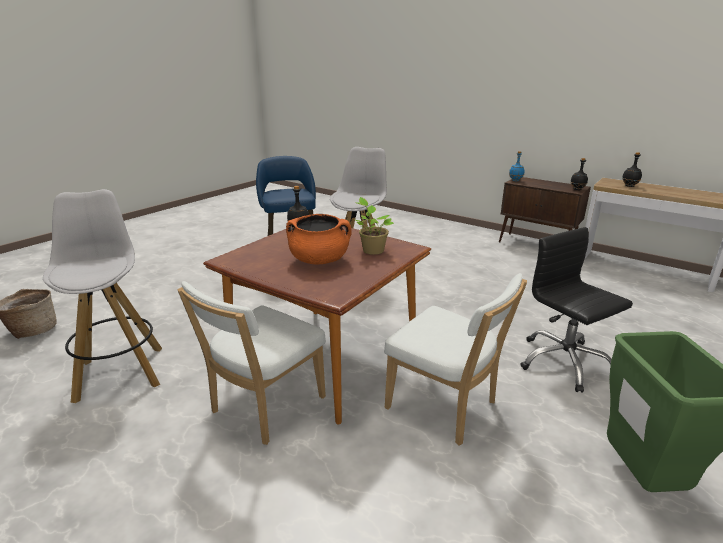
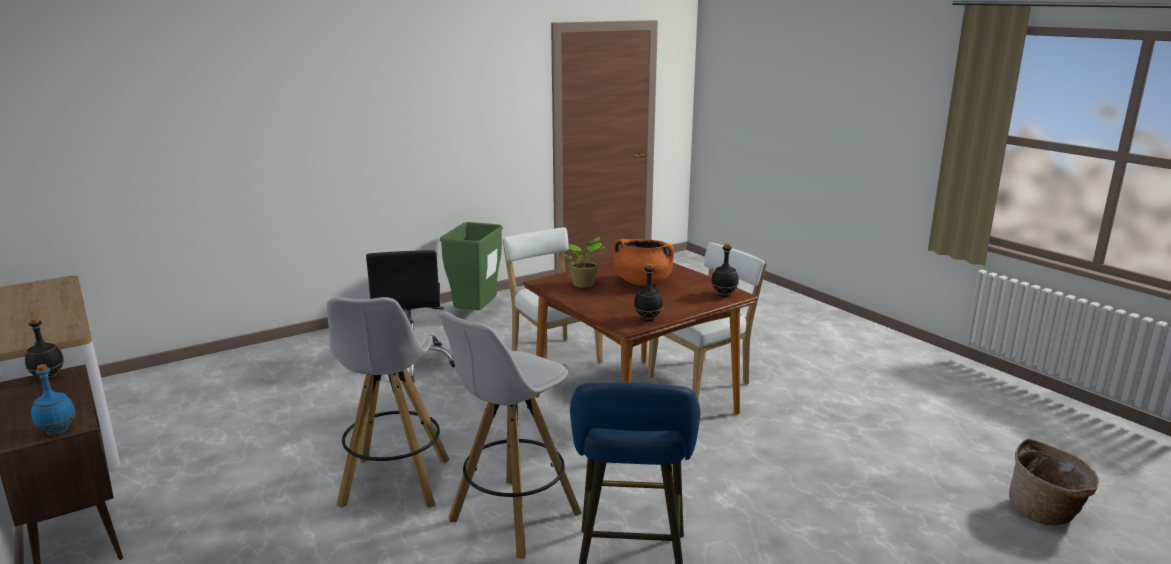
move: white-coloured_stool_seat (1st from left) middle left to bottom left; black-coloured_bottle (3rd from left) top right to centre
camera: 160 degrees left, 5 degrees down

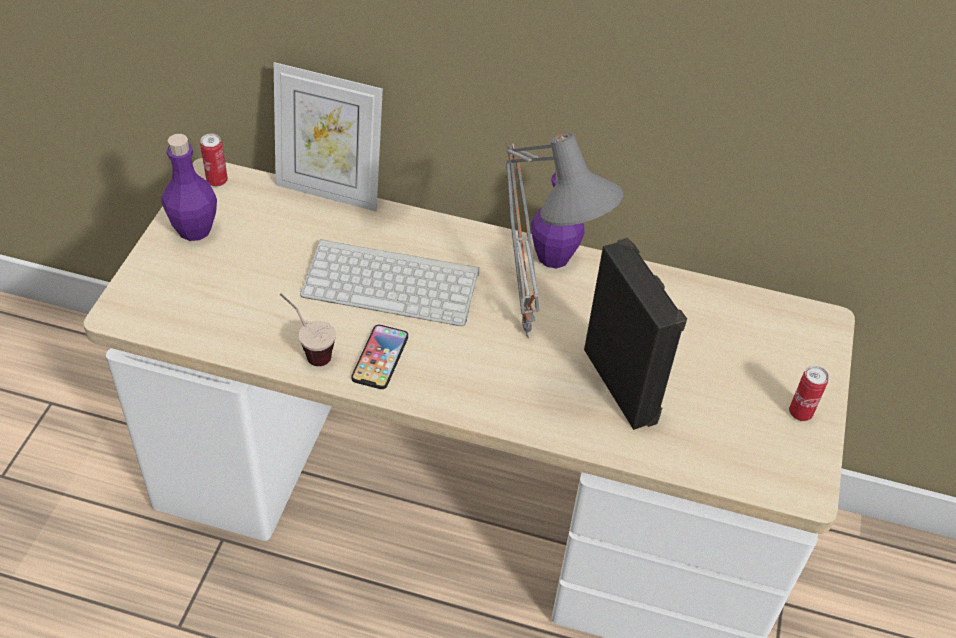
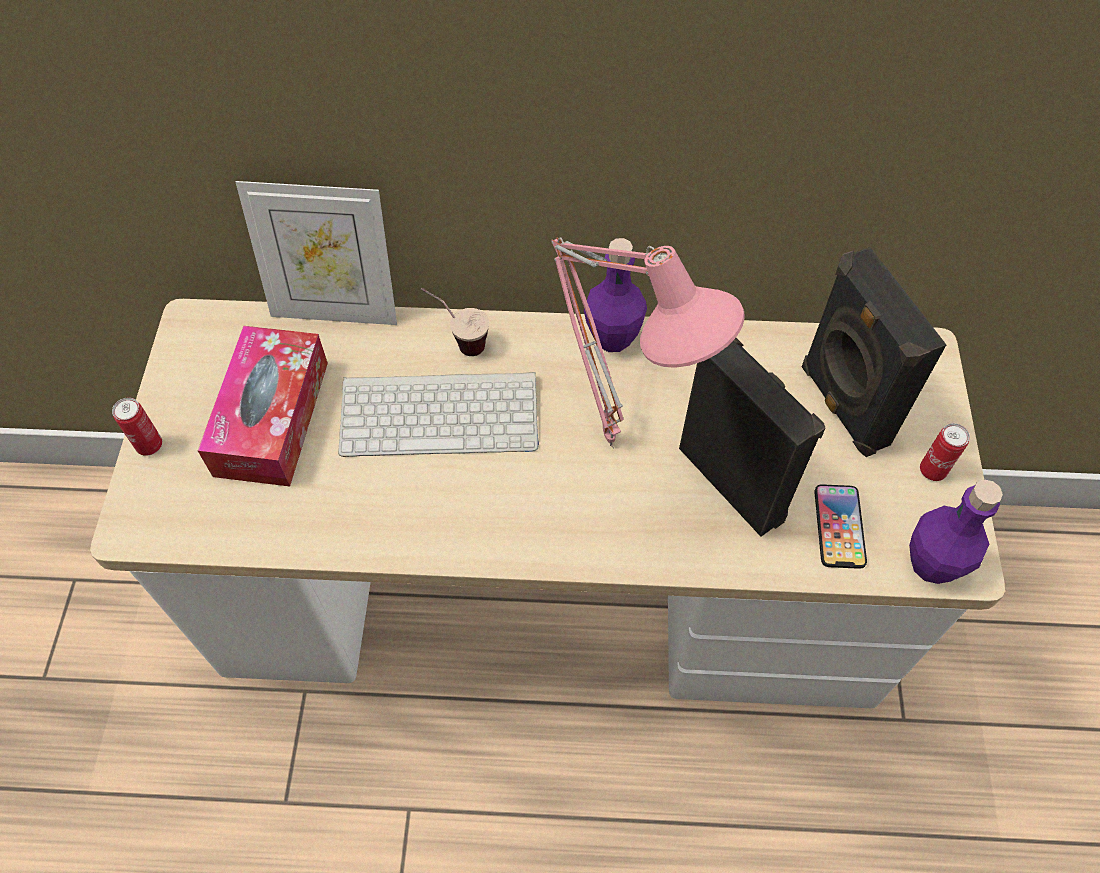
insert: tissue_box middle left; black-coloured_speaker (2nd from left) middle right
move: can (1st from left) top left to middle left; drinking_cup middle left to centre; phone centre to middle right; purple-coloured_bottle (1st from left in the first image) top left to purple-coloured_bottle (2nd from left) middle right
recolor: grey_table_lamp centre to pink_table_lamp centre
camera: 10 degrees left, 10 degrees up

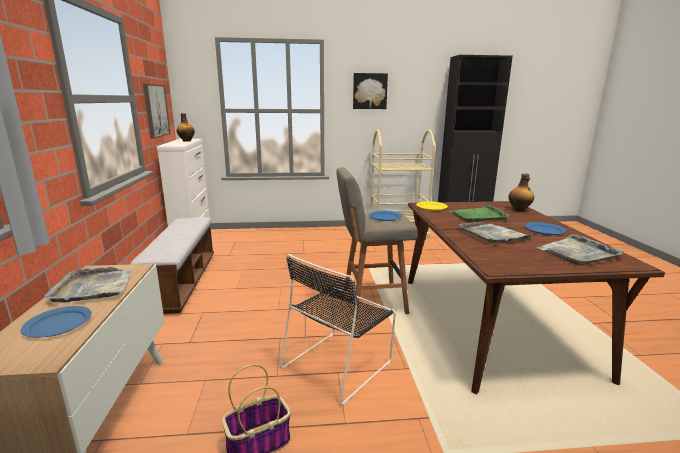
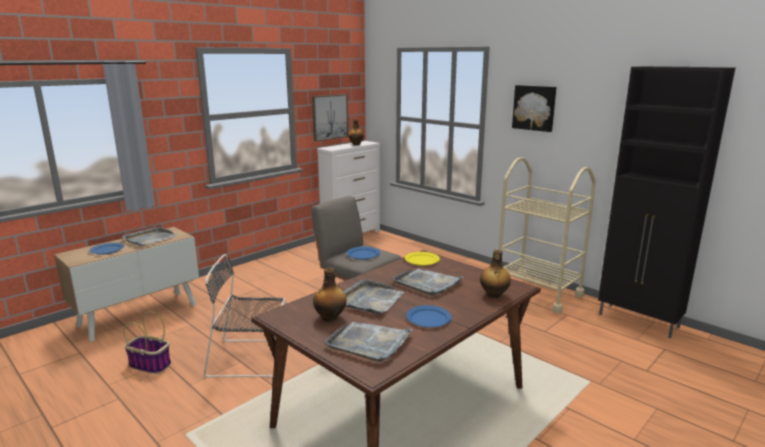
delete: long_seat middle left
insert: bottle (1st from left) centre
recolor: greenish_carrying_tray middle right to grey_carrying_tray (4th from left) centre
camera: 50 degrees right, 0 degrees up

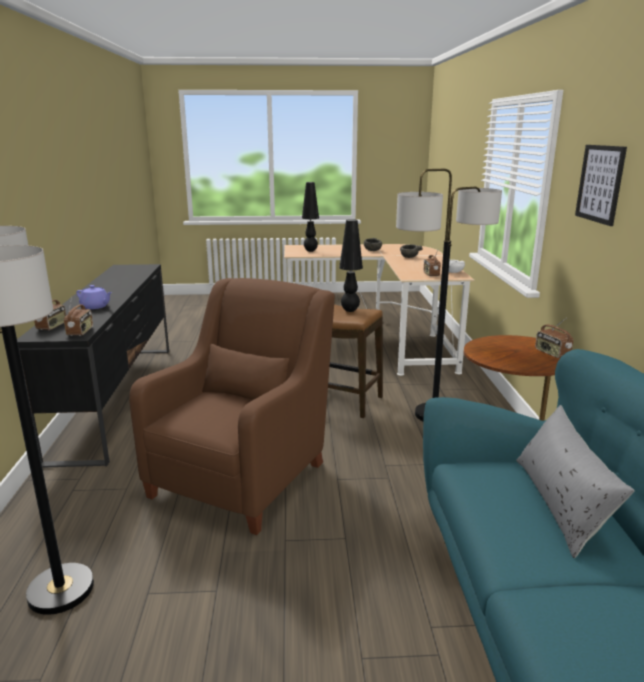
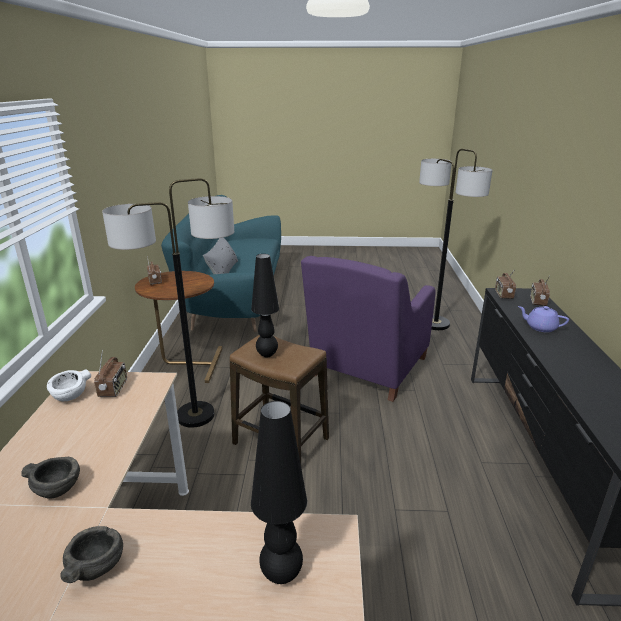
delete: wall_picture top right
recolor: brown-coloured_armchair centre to purple-coloured_armchair centre
camera: 175 degrees left, 5 degrees up

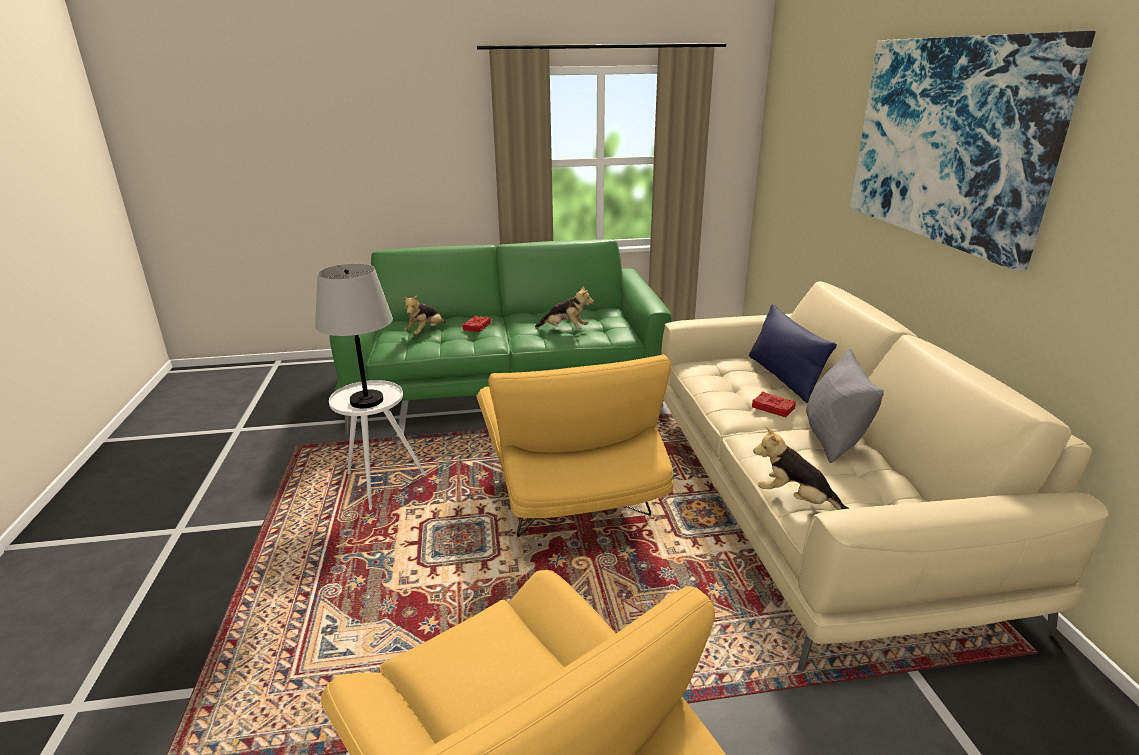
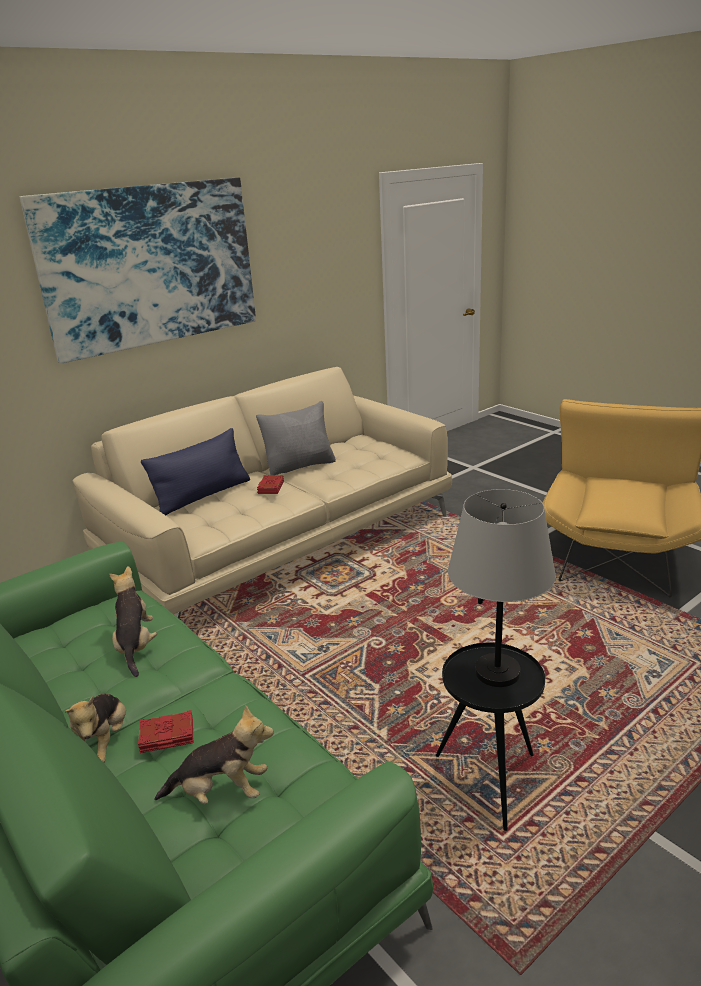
delete: yellow_armchair (2nd from left) centre
move: plush_toy (3rd from left in the first image) middle right to plush_toy (1st from left) bottom left
recolor: white-coloured_end_table middle left to black-coloured_end_table bottom right
camera: 120 degrees left, 0 degrees up

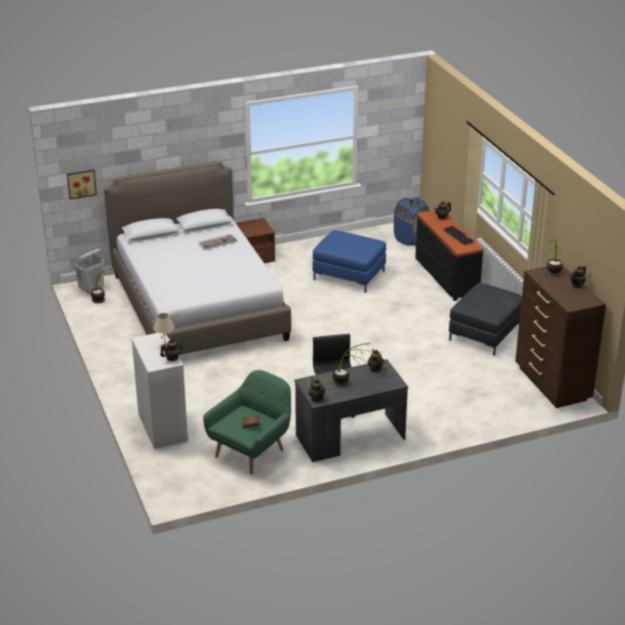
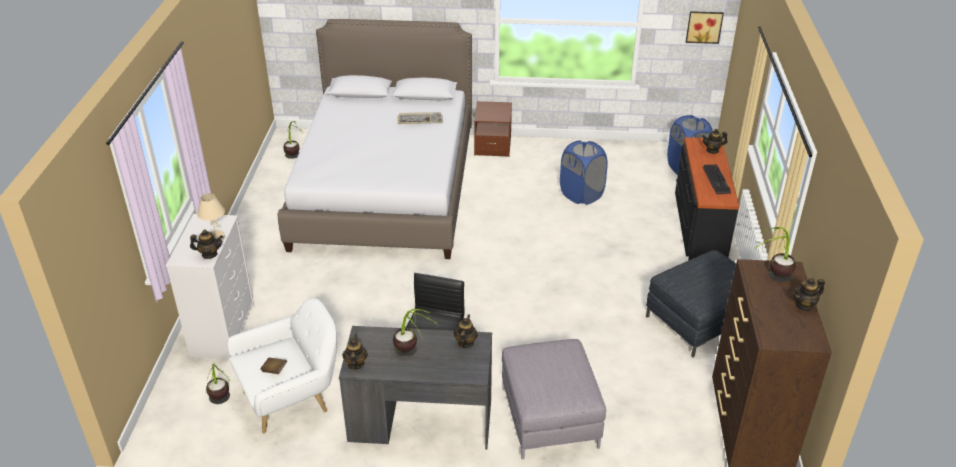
delete: white-coloured_hamper middle left
insert: potted_plant (1st from left) bottom left; grey_ottoman (1st from left) bottom centre
move: wall_picture top left to top right
replace: blue-coloured_ottoman centre to blue-coloured_hamper (1st from left) centre
recolor: greenish_armchair bottom centre to white-coloured_armchair bottom left
camera: 25 degrees right, 5 degrees up

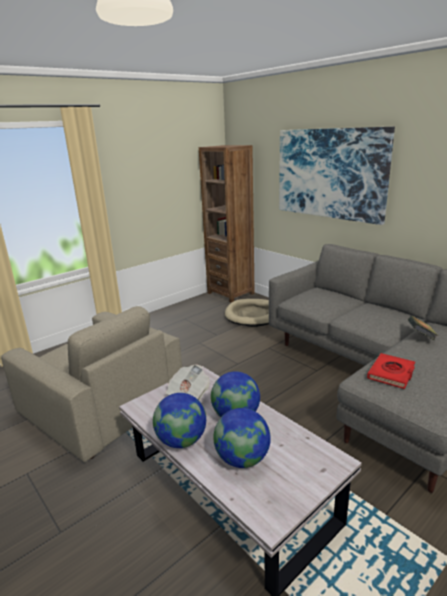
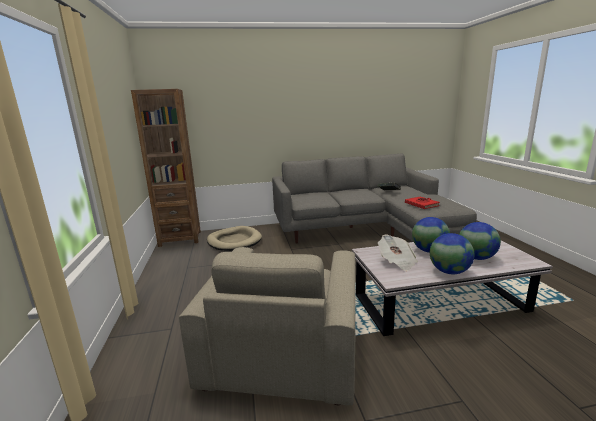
delete: wall_picture top right
rotate: beige_armchair middle left = bottom centre 120 degrees clockwise
camera: 60 degrees left, 5 degrees down

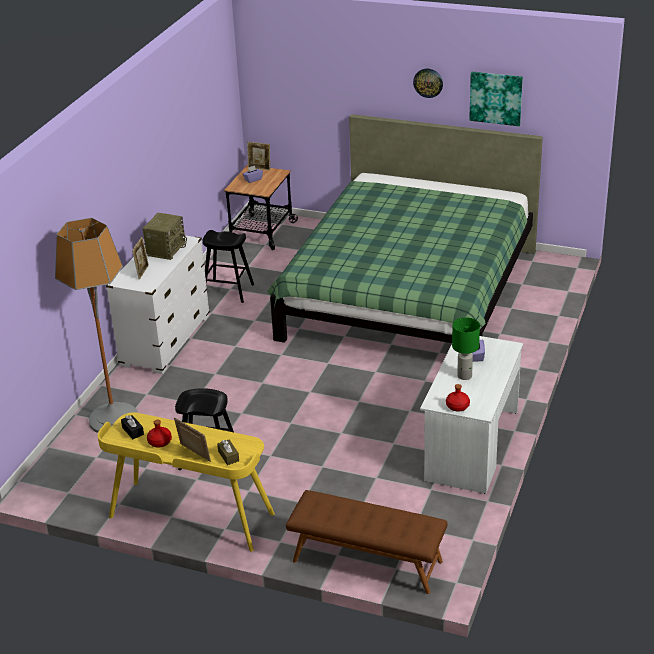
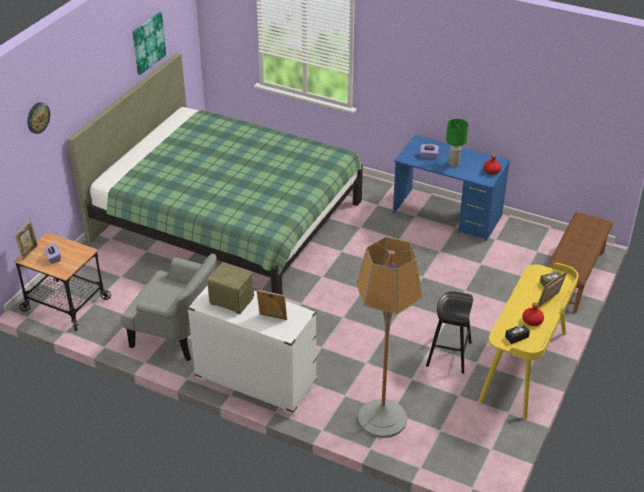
move: wall_clock top centre to top left
replace: black-coloured_stool_seat (2nd from left) centre to grey_armchair middle left
recolor: white-coloured_desk_table middle right to blue-coloured_desk_table middle right
camera: 85 degrees left, 5 degrees up

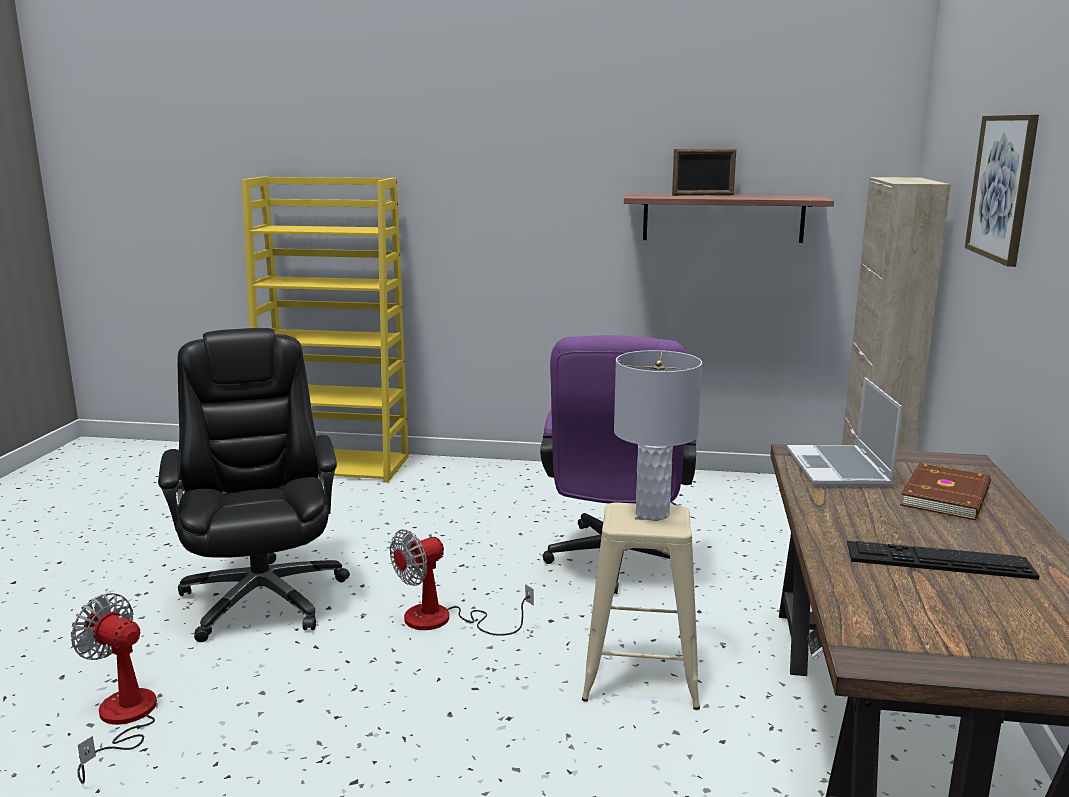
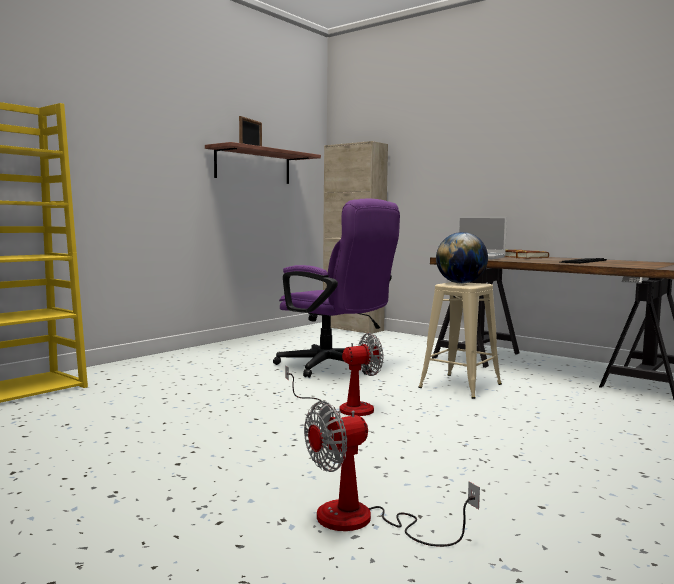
delete: black-coloured_computer_chair middle left; wall_picture top right
replace: grey_table_lamp centre to globe middle right
rotate: fan (2nd from left in the first image) bottom centre = centre 105 degrees counterclockwise
camera: 60 degrees left, 10 degrees down

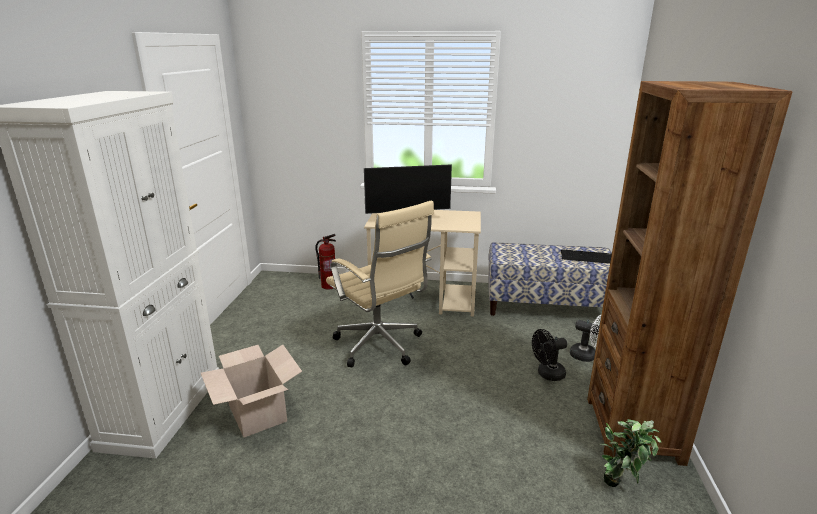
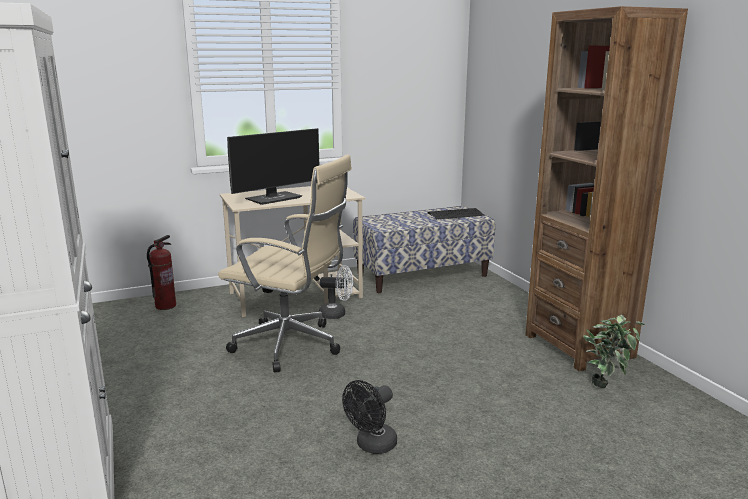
delete: packing_box bottom left
move: white-coloured_fan middle right to centre; black-coloured_fan bottom right to bottom centre
camera: 30 degrees left, 5 degrees down

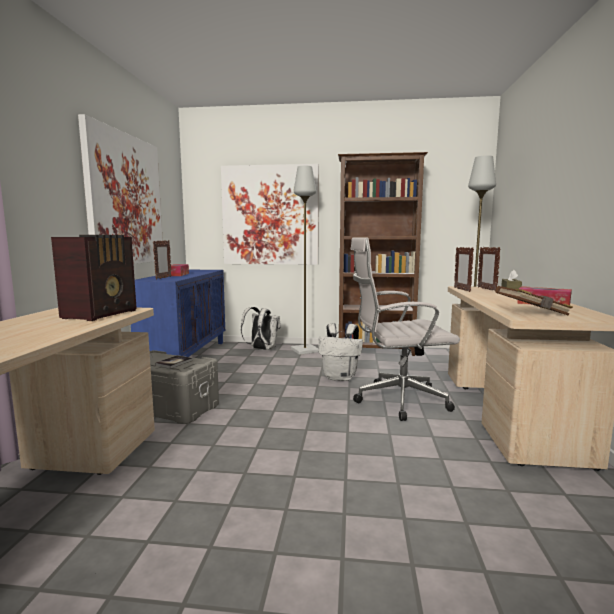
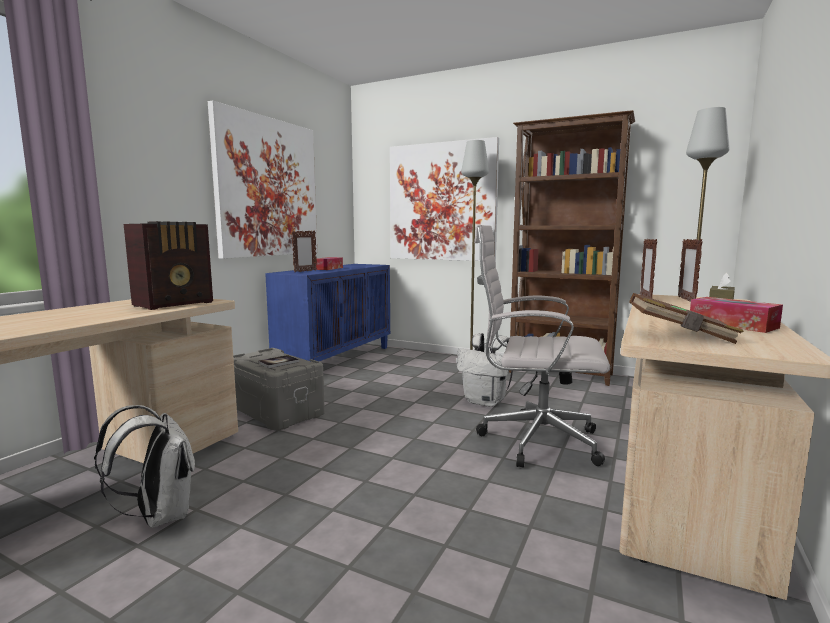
move: white-coloured_knapsack (1st from left) centre to bottom left
camera: 20 degrees right, 0 degrees up

